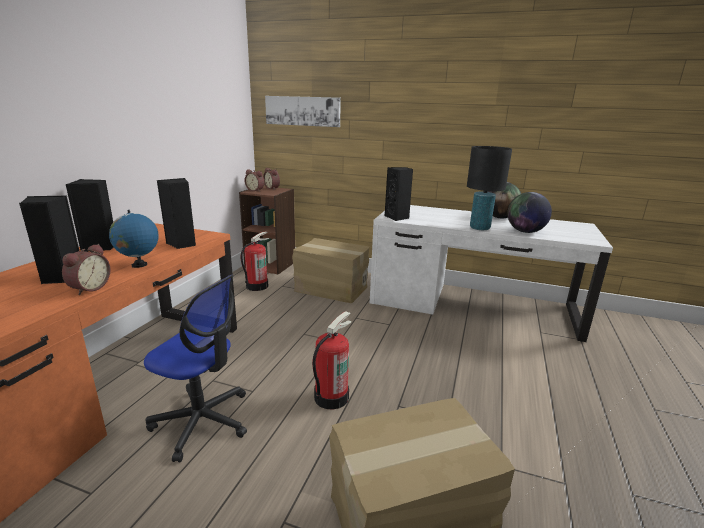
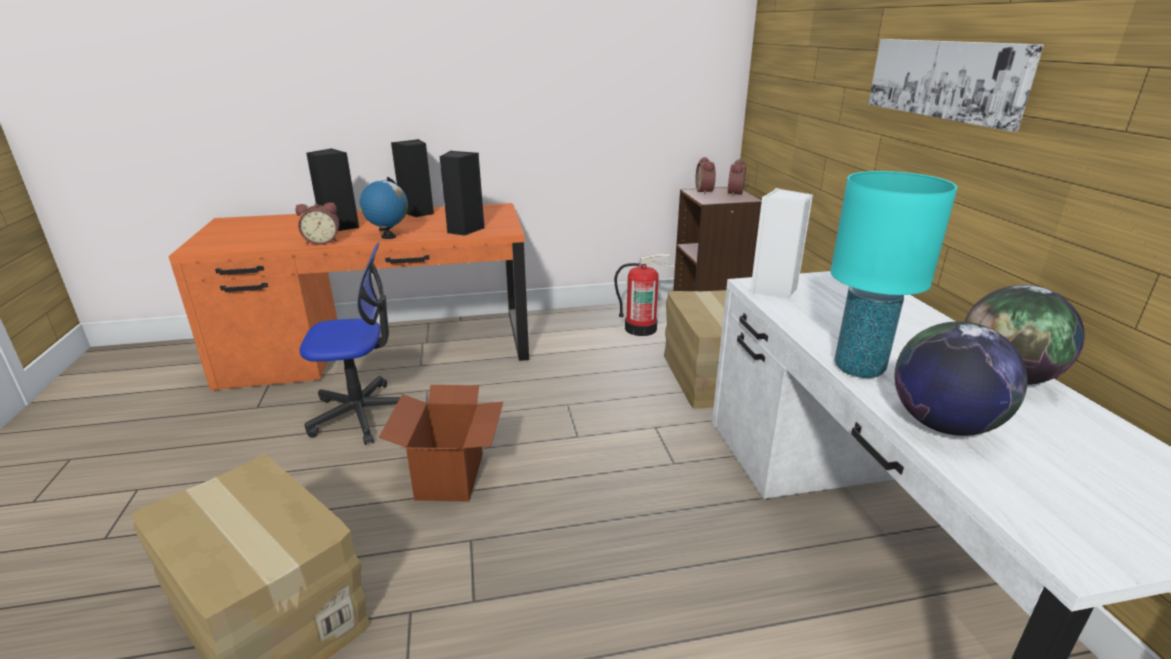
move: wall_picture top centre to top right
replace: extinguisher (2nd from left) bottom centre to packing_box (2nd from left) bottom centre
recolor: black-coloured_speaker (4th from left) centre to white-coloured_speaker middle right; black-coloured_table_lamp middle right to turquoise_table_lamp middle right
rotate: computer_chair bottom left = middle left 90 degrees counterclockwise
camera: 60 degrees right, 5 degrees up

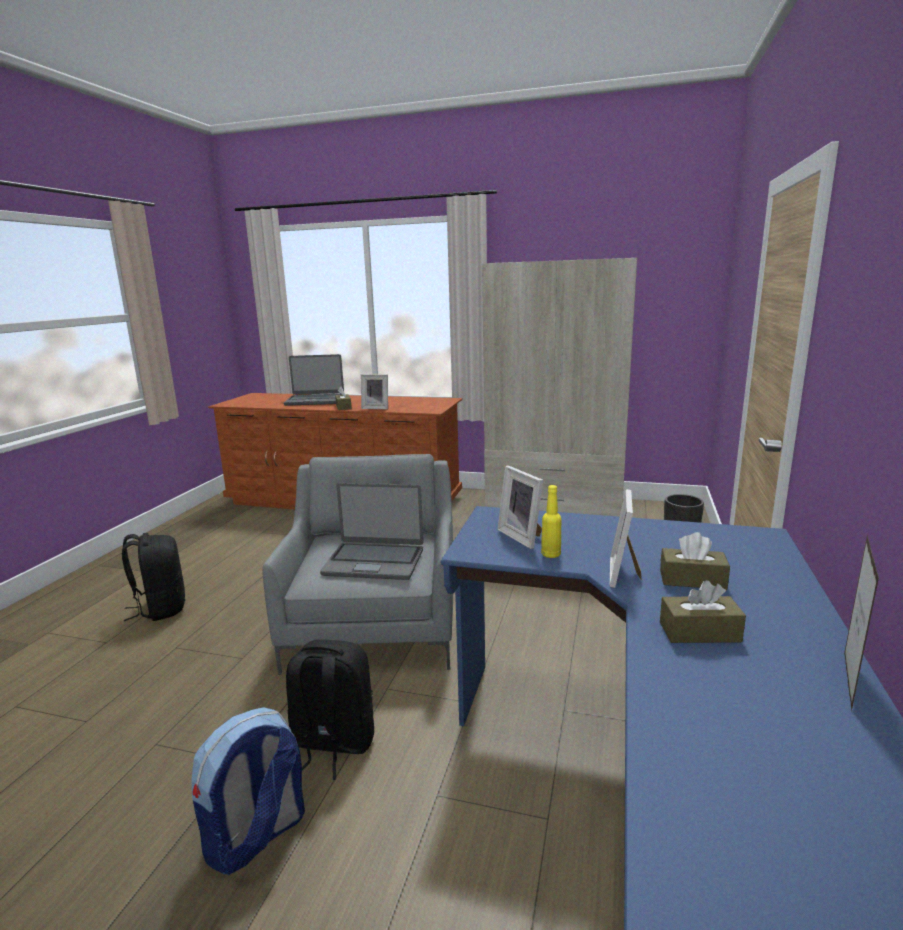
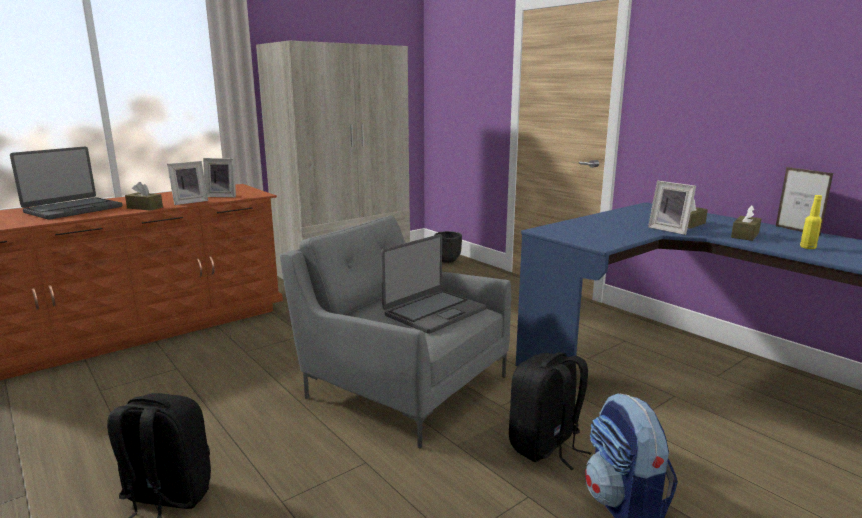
move: picture_frame (2nd from left) centre to middle left; yellow_bottle centre to middle right
camera: 55 degrees left, 0 degrees up

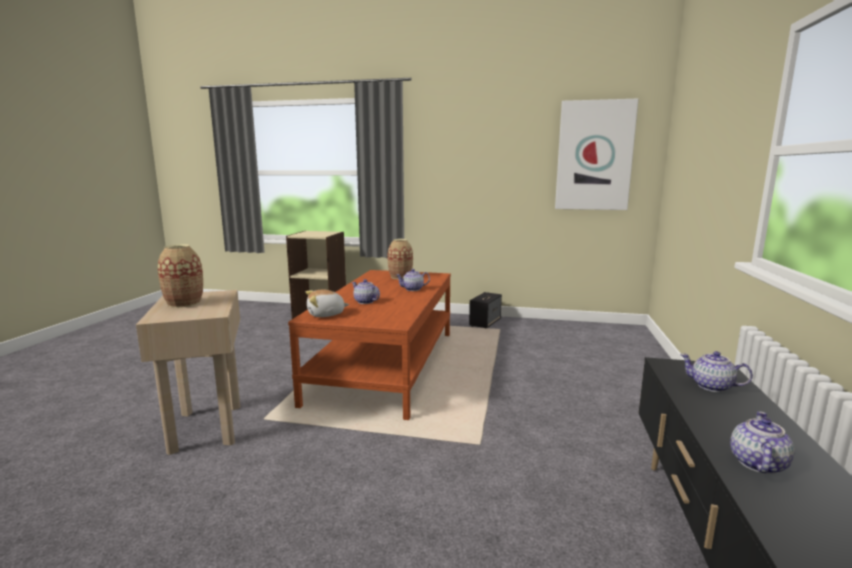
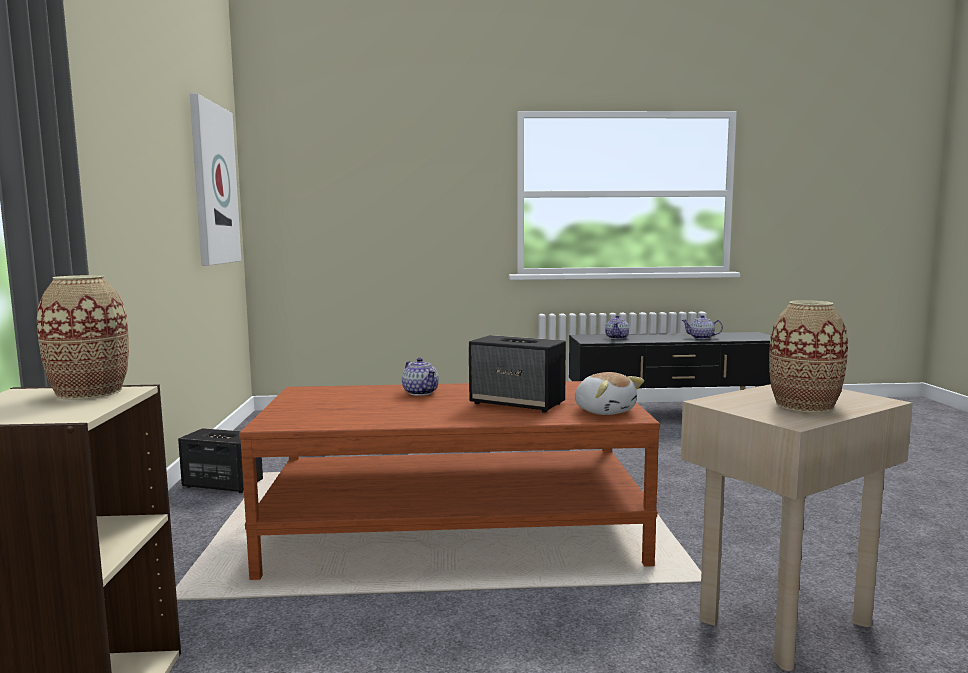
move: vase (2nd from left in the first image) centre to vase (1st from left) middle left
replace: pot_for_tea (1st from left) centre to speaker (2nd from left) centre
camera: 105 degrees left, 5 degrees down

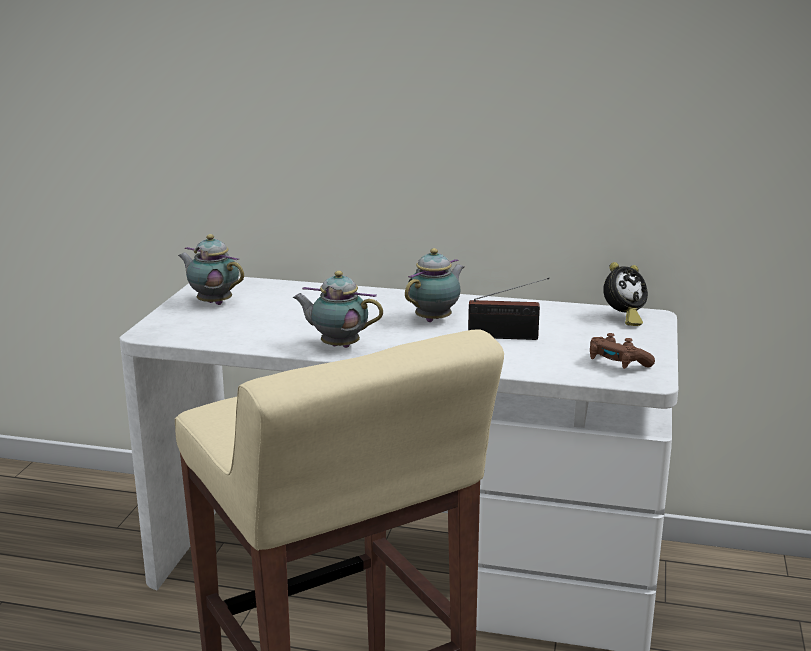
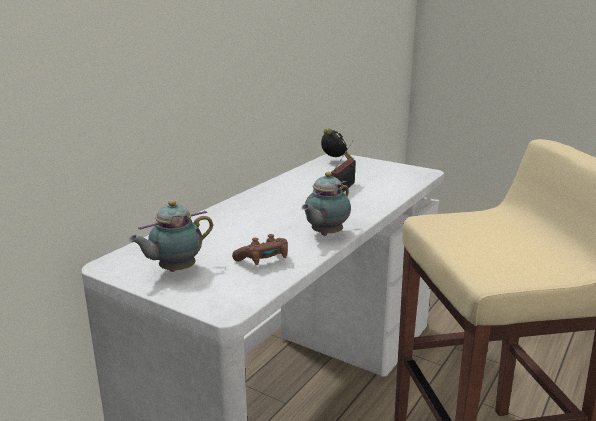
delete: pot_for_tea (3rd from left) centre
move: brown-coloured_joypad middle right to centre
camera: 70 degrees left, 0 degrees up

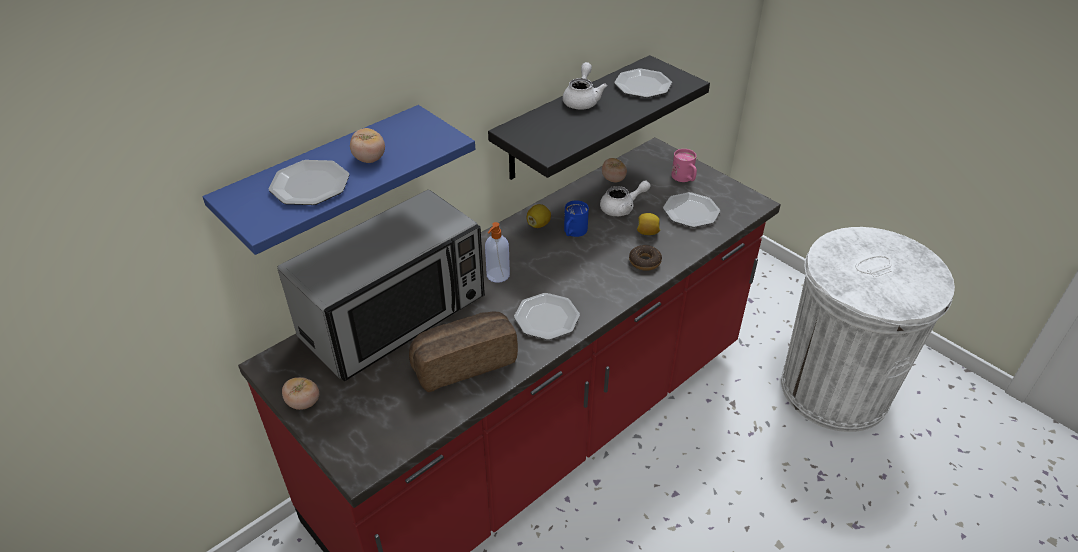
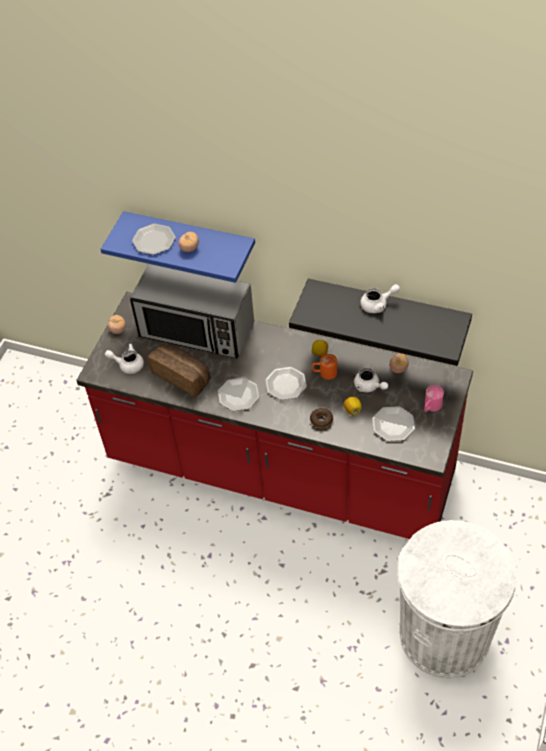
delete: liquid_soap_bottle centre
insert: white-coloured_pot_for_tea (1st from left) middle left
move: plate (3rd from left) top centre to centre
recolor: blue-coloured_tea_mug centre to orangey_tea_mug centre
camera: 65 degrees right, 10 degrees up

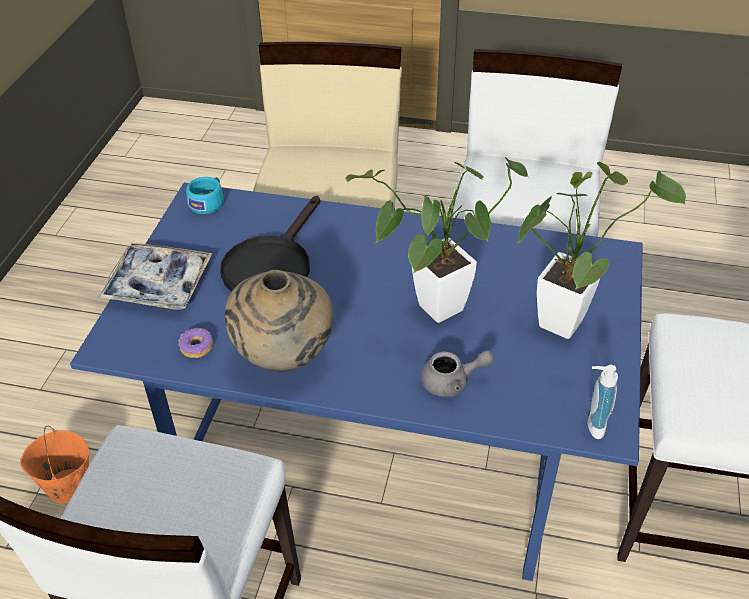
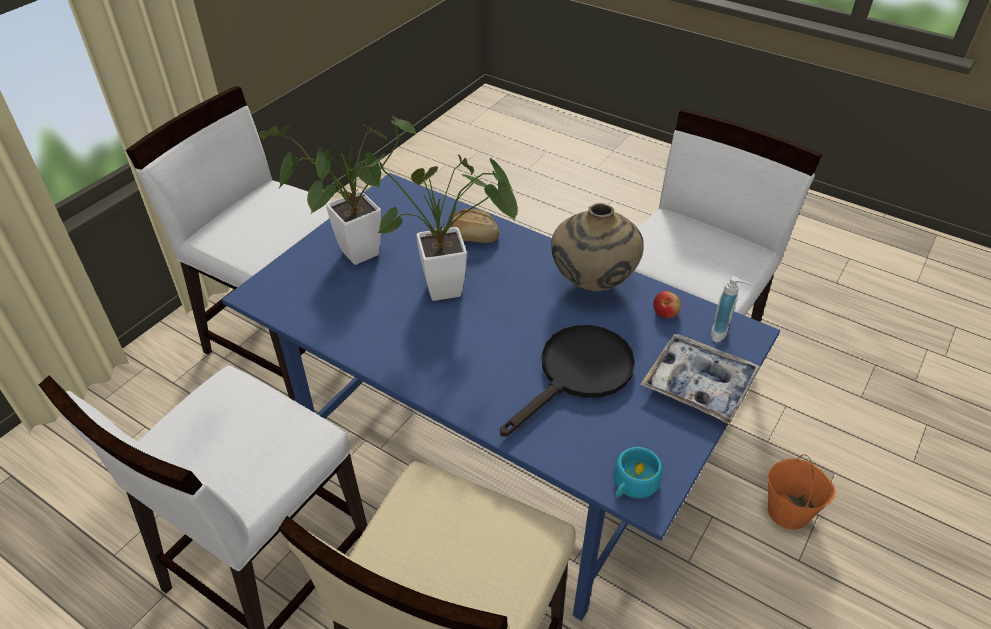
move: liquid_soap_bottle bottom right to middle right
replace: grey_pot_for_tea centre to bakery_bread centre; ring_doughnut middle left to apple middle right
camera: 160 degrees left, 0 degrees up

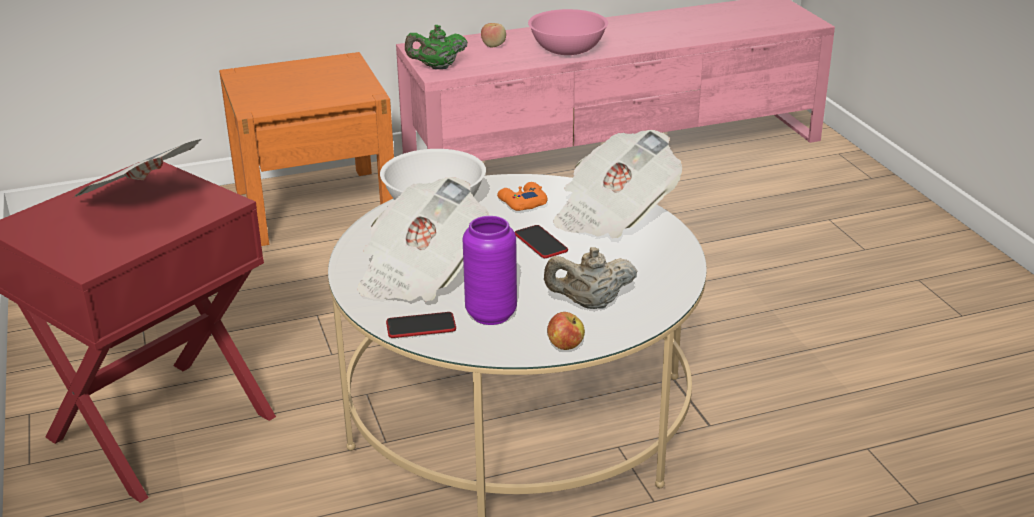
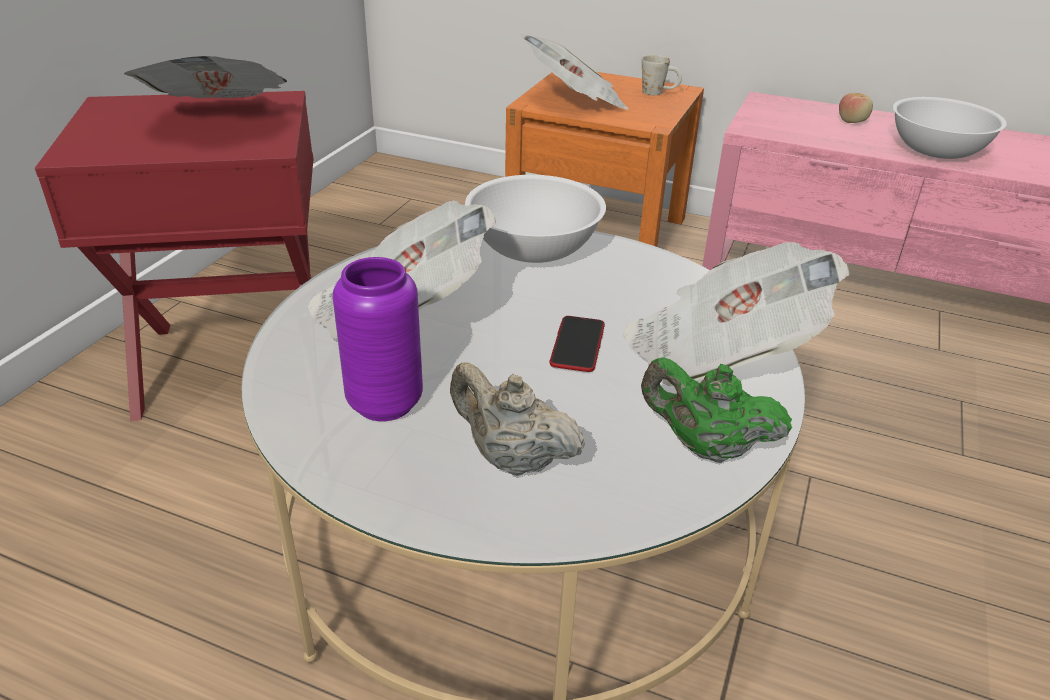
delete: phone (1st from left) centre; orangey_joypad centre; apple (2nd from left) centre
insert: newspaper (3rd from left) top centre; white-coloured_tea_mug top centre
move: greenish_pot_for_tea top centre to middle right
recolor: pink_bowl top centre to white-coloured_bowl (2nd from left) top right
camera: 40 degrees right, 5 degrees up

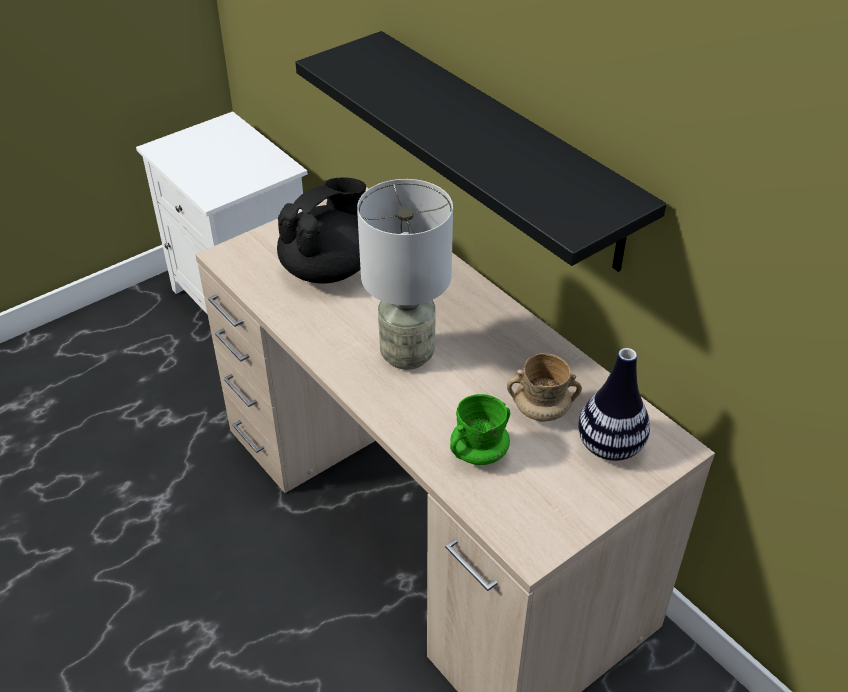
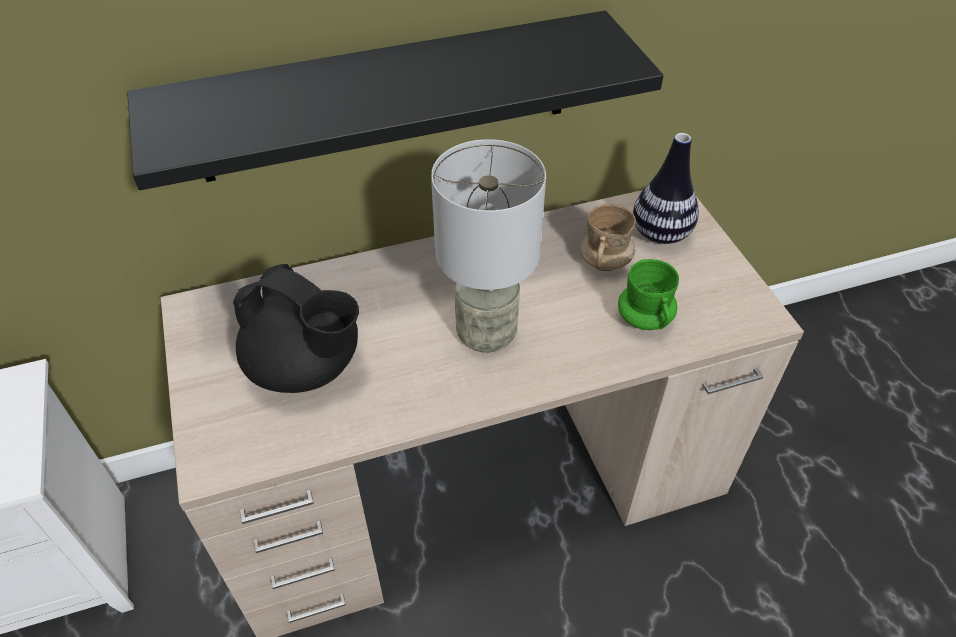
rotate: black-coloured_pot_for_tea top centre = middle left 150 degrees clockwise
camera: 70 degrees left, 5 degrees up

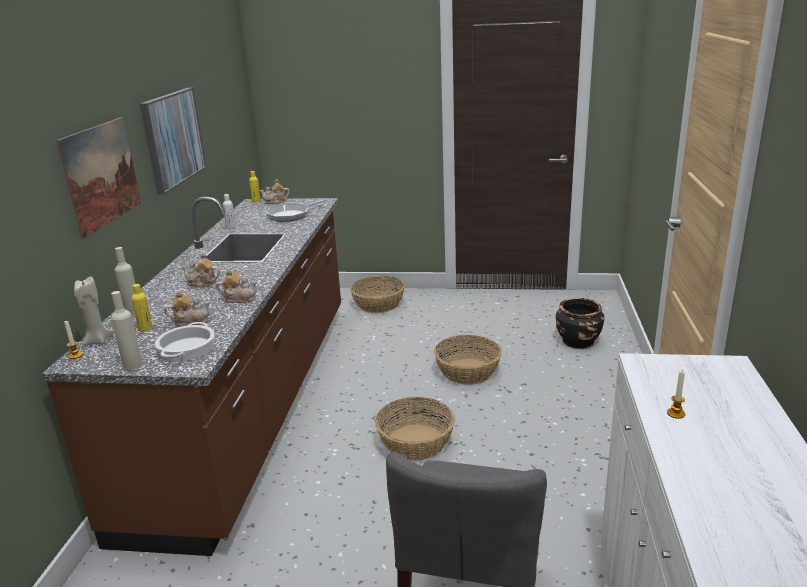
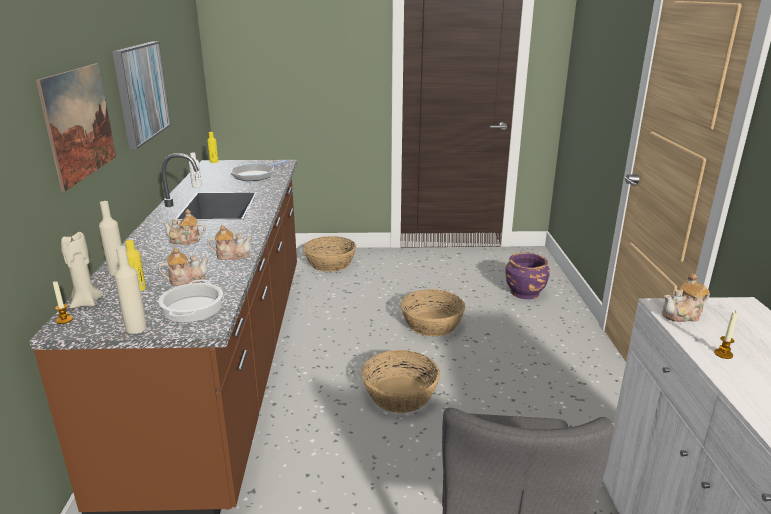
move: pot_for_tea (4th from left) top centre to middle right
recolor: black-coloured_flower_pot middle right to purple-coloured_flower_pot middle right
camera: 10 degrees left, 0 degrees up

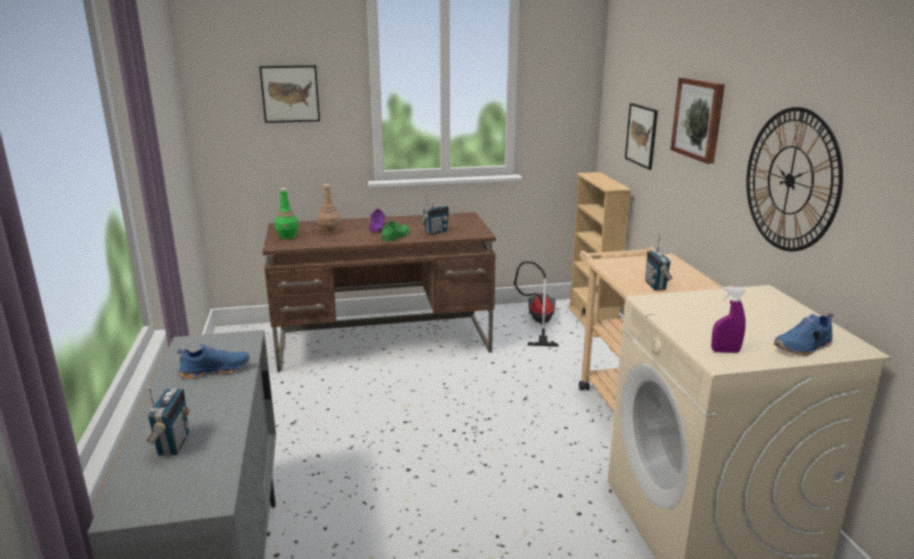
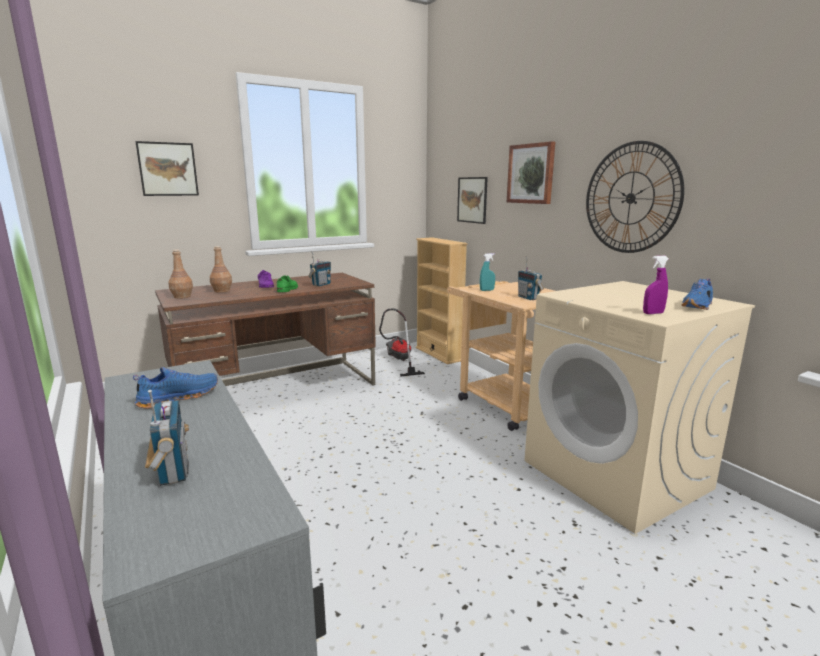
insert: turquoise_hand_sprayer centre
recolor: greenish_bottle middle left to brown-coloured_bottle (1st from left) middle left
camera: 20 degrees left, 5 degrees down

